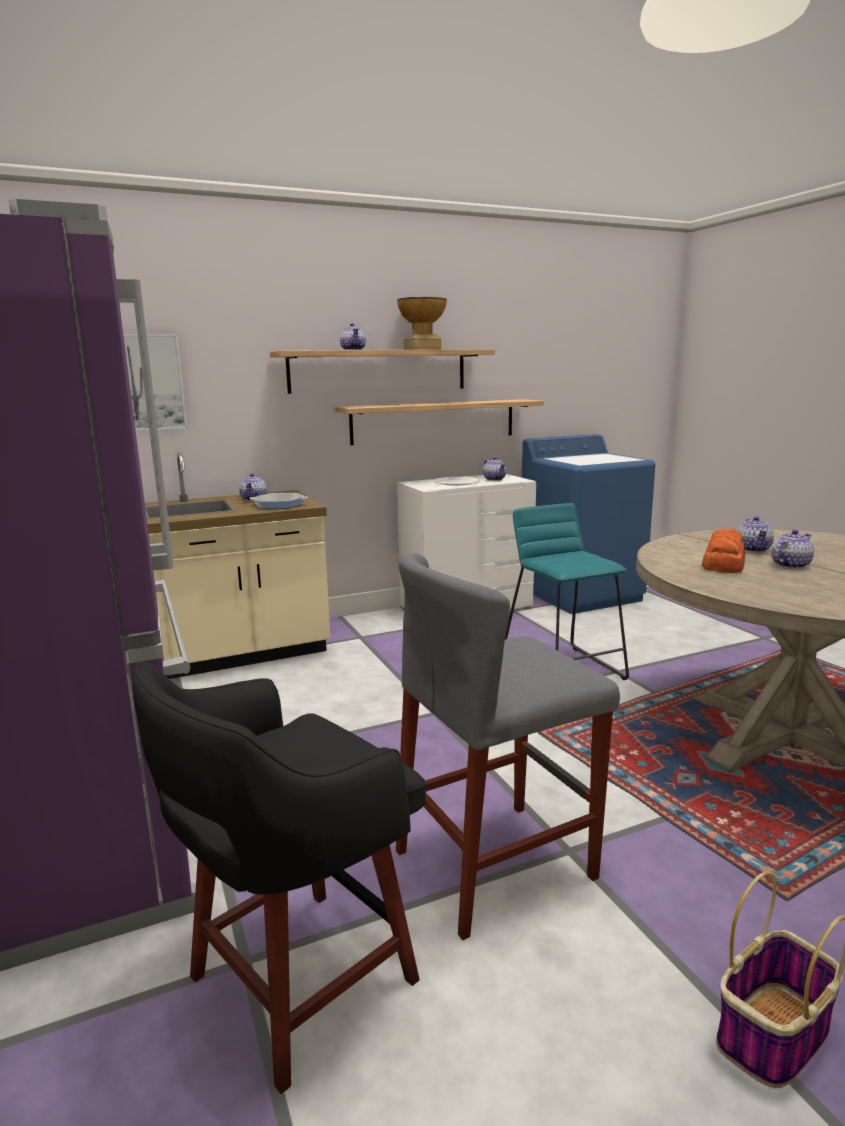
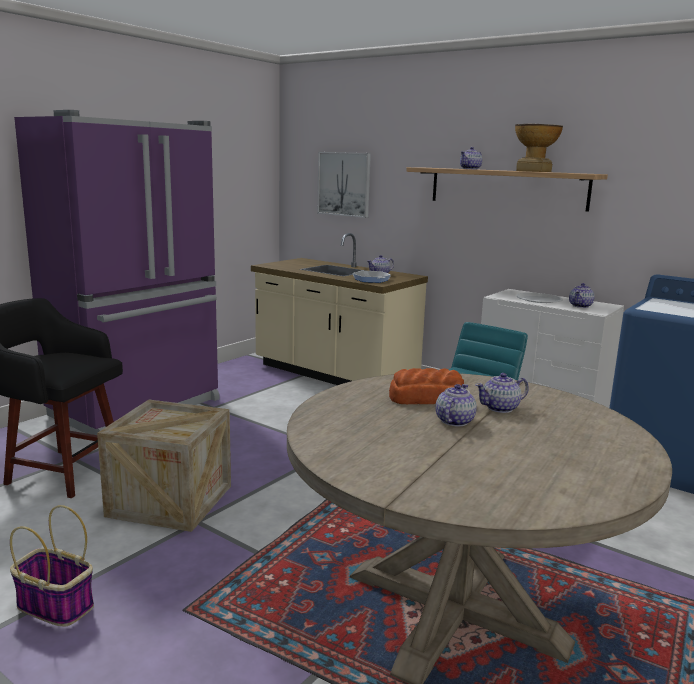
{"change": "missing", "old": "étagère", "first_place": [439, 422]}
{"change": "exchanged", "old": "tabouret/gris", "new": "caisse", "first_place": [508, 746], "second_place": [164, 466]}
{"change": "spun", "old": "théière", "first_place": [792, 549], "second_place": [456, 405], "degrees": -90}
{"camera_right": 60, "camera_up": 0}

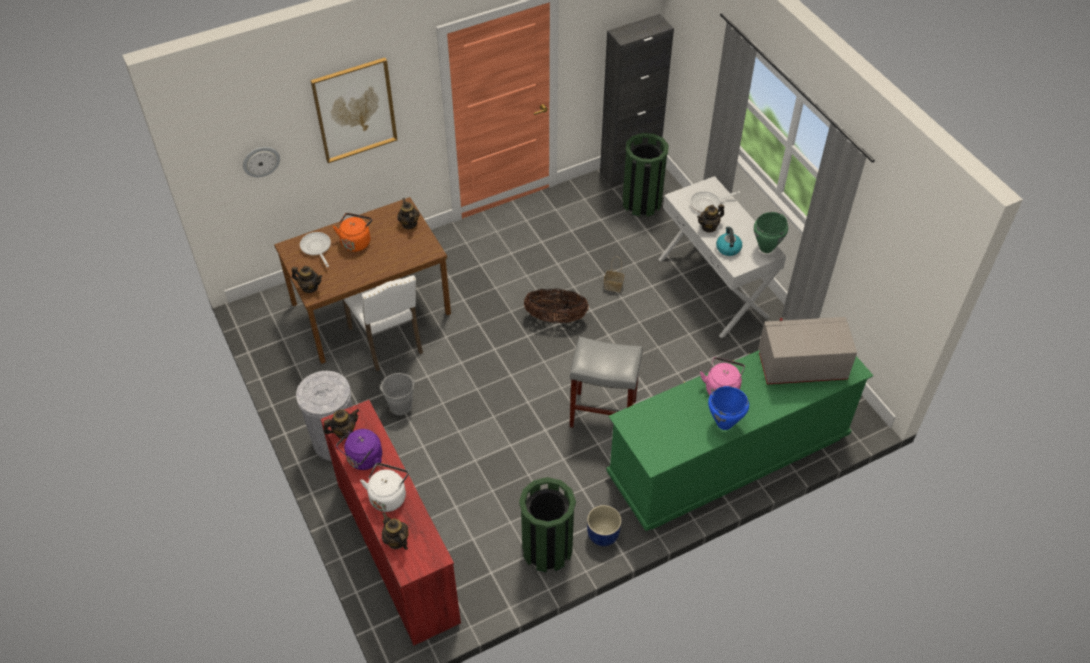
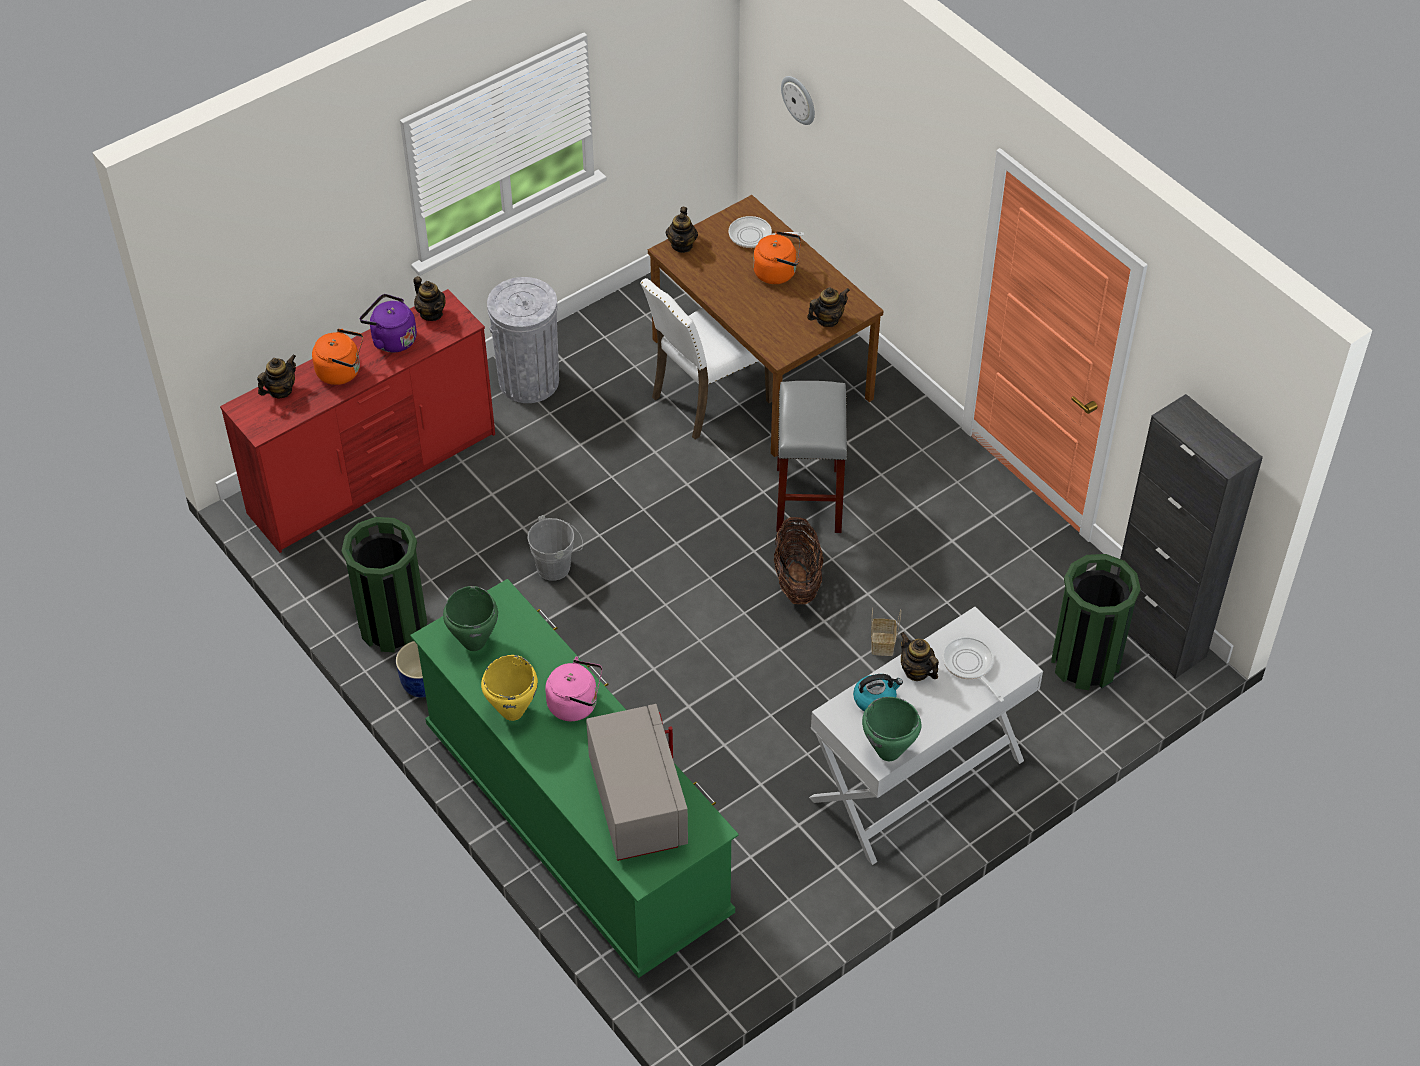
{"change": "spun", "old": "poêle", "first_place": [315, 249], "second_place": [766, 232], "degrees": -135}
{"change": "missing", "old": "tableau", "first_place": [353, 110]}
{"change": "colour", "old": "bouilloire/blanc", "new": "bouilloire/orange", "first_place": [384, 487], "second_place": [337, 357]}
{"change": "relocated", "old": "seau/gris", "first_place": [397, 394], "second_place": [555, 548]}
{"change": "relocated", "old": "tabouret/gris", "first_place": [606, 382], "second_place": [811, 457]}
{"change": "colour", "old": "marmite/bleu", "new": "marmite/jaune", "first_place": [728, 408], "second_place": [509, 688]}
{"change": "appeared", "new": "marmite/vert", "second_place": [470, 618]}
{"camera_right": 80, "camera_up": 0}

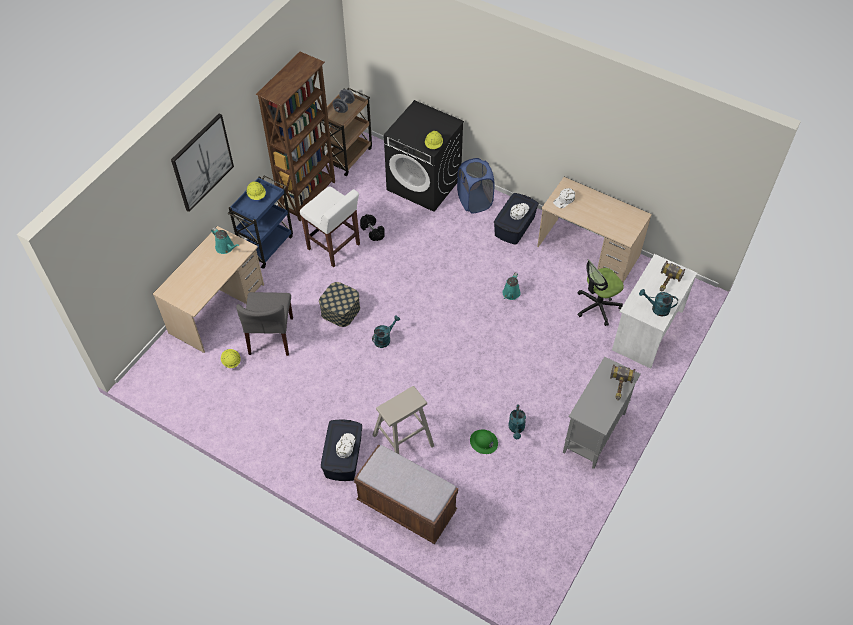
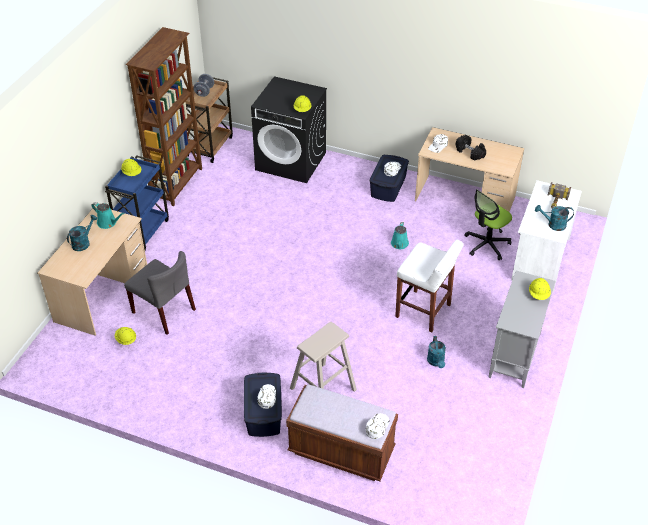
{"change": "missing", "old": "tableau", "first_place": [202, 162]}
{"change": "spun", "old": "chaise/gris", "first_place": [264, 324], "second_place": [160, 293], "degrees": -45}
{"change": "relocated", "old": "tabouret/blanc", "first_place": [330, 226], "second_place": [429, 286]}
{"change": "missing", "old": "boîte de rangement", "first_place": [339, 304]}
{"change": "relocated", "old": "haltère/noir", "first_place": [372, 227], "second_place": [471, 148]}
{"change": "relocated", "old": "arrosoir/turquoise", "first_place": [386, 331], "second_place": [82, 233]}
{"change": "missing", "old": "panier à linge/bleu", "first_place": [476, 186]}
{"change": "missing", "old": "casque de chantier/vert", "first_place": [484, 441]}
{"change": "exchanged", "old": "marteau", "new": "casque de chantier/jaune", "first_place": [622, 382], "second_place": [540, 289]}
{"change": "appeared", "new": "casquette/blanc", "second_place": [378, 426]}
{"camera_right": -10, "camera_up": -10}

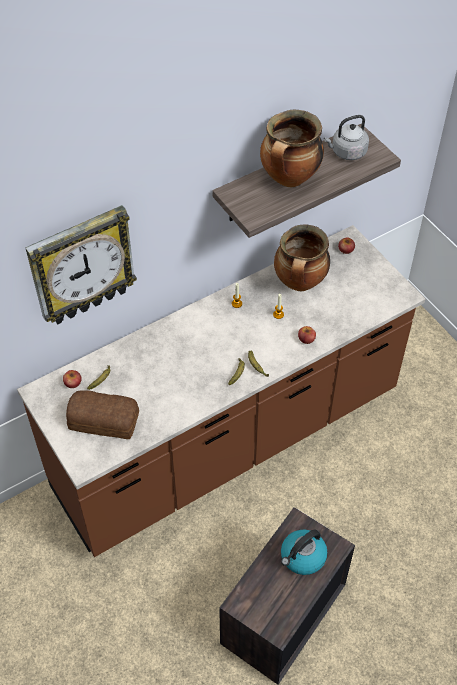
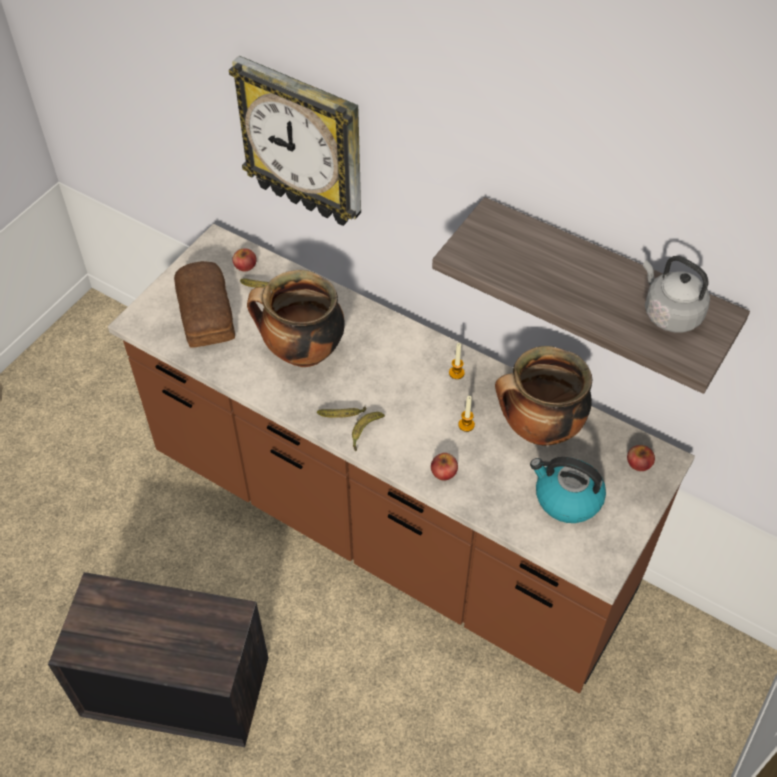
{"change": "relocated", "old": "marmite", "first_place": [292, 148], "second_place": [296, 318]}
{"change": "relocated", "old": "bouilloire", "first_place": [304, 552], "second_place": [568, 490]}
{"camera_right": 65, "camera_up": 0}

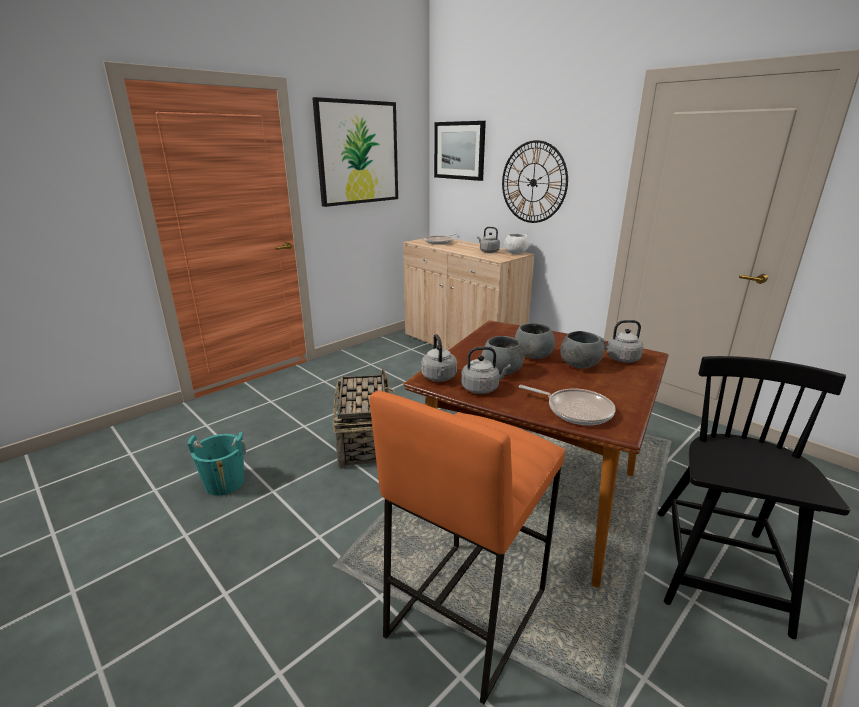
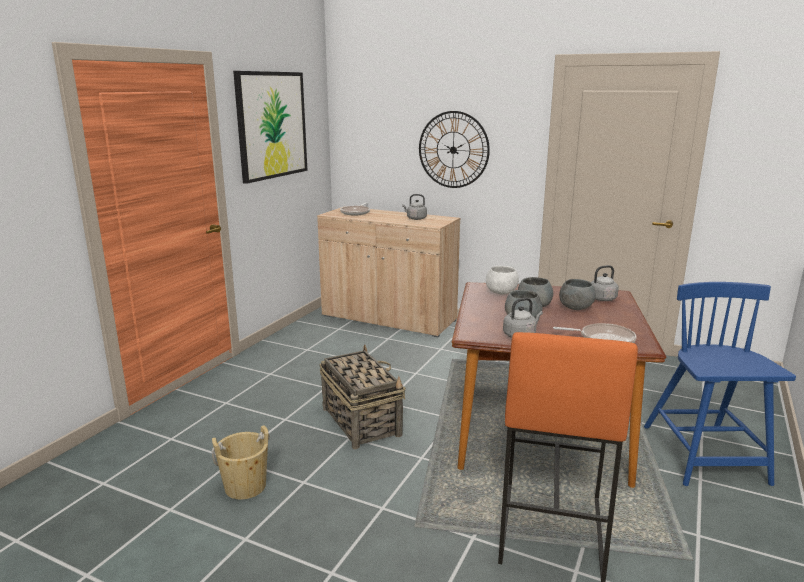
{"change": "colour", "old": "seau/turquoise", "new": "seau/beige", "first_place": [216, 464], "second_place": [241, 462]}
{"change": "missing", "old": "bouilloire/gris", "first_place": [439, 358]}
{"change": "missing", "old": "tableau", "first_place": [460, 151]}
{"change": "relocated", "old": "bol/blanc", "first_place": [516, 243], "second_place": [502, 280]}
{"change": "colour", "old": "chaise/noir", "new": "chaise/bleu", "first_place": [753, 497], "second_place": [720, 384]}
{"camera_right": -20, "camera_up": -5}

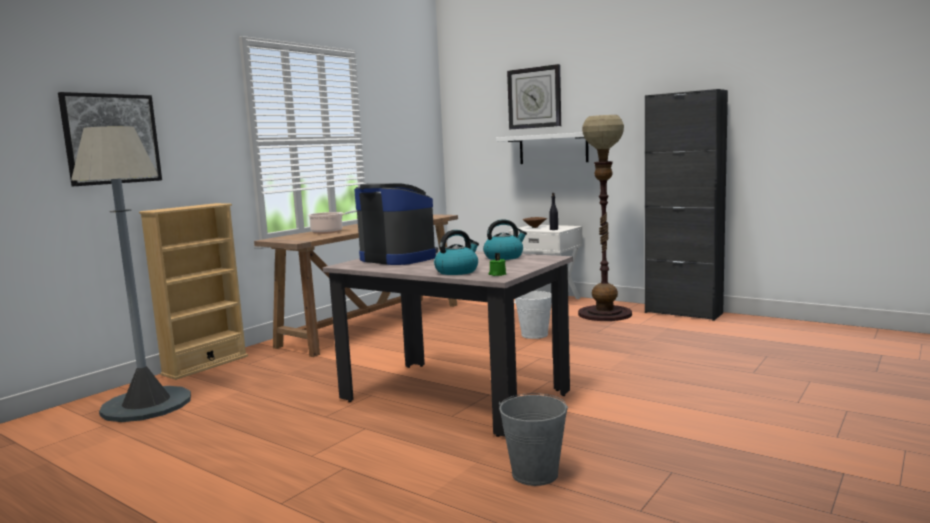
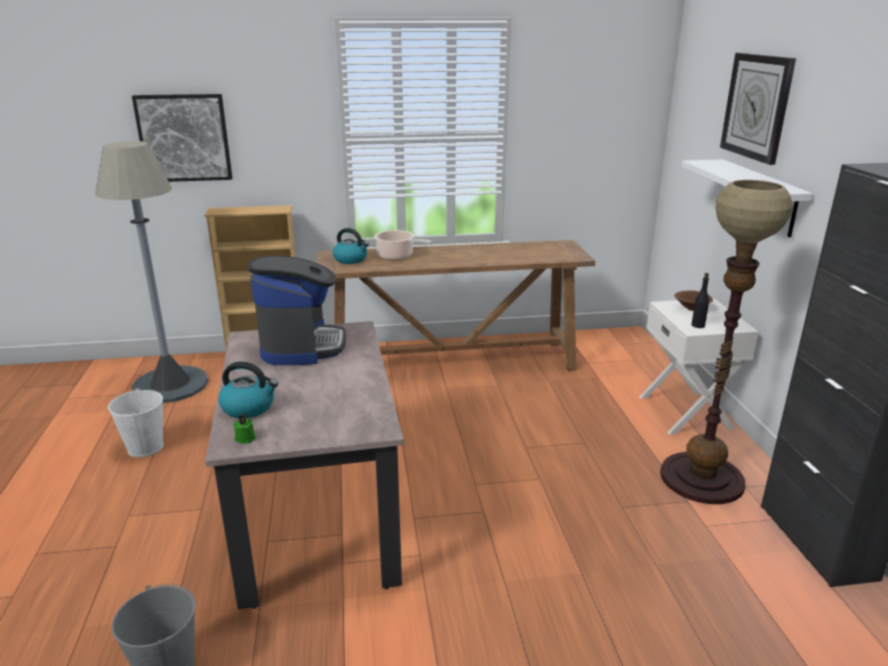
{"change": "relocated", "old": "bouilloire", "first_place": [505, 239], "second_place": [351, 246]}
{"change": "relocated", "old": "seau/blanc", "first_place": [533, 315], "second_place": [136, 423]}
{"camera_right": 45, "camera_up": 15}

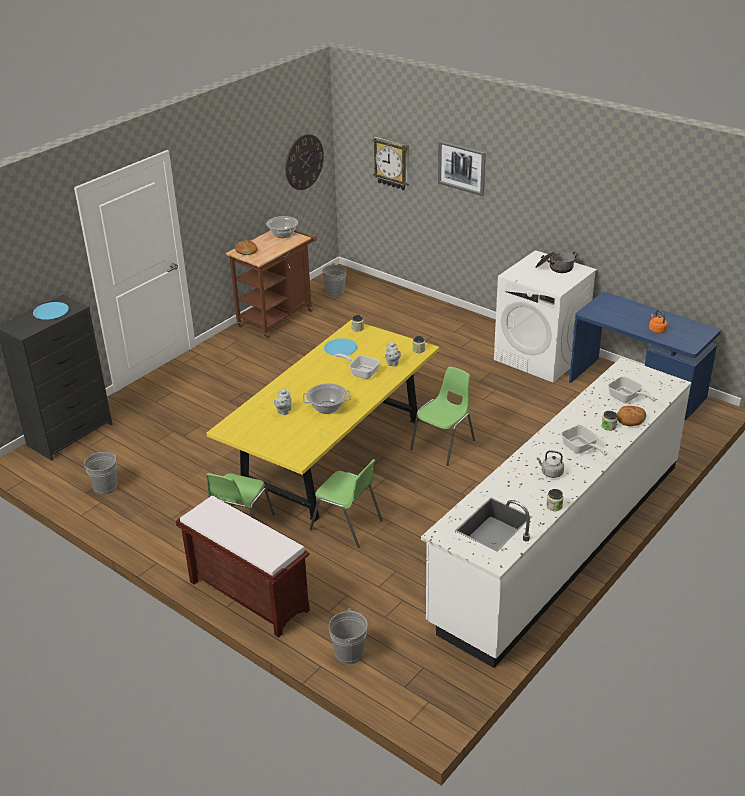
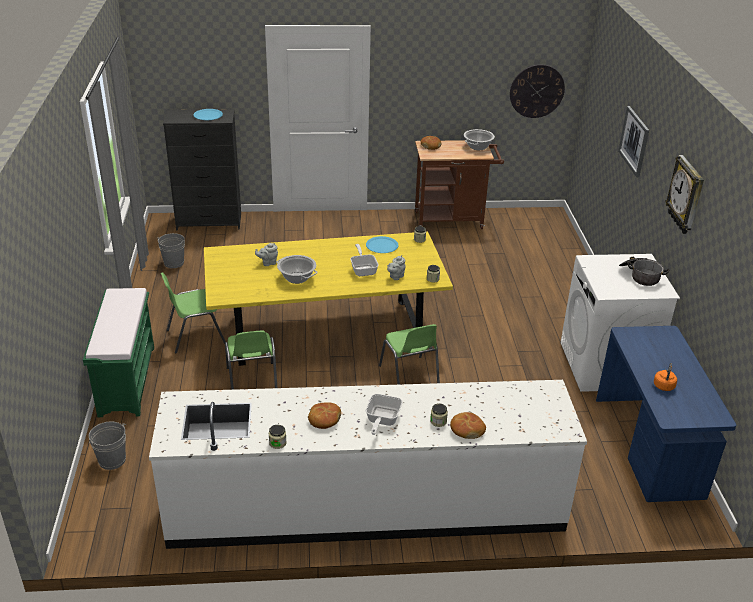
{"change": "colour", "old": "banc/marron", "new": "banc/vert", "first_place": [243, 567], "second_place": [118, 352]}
{"change": "missing", "old": "seau/gris", "first_place": [334, 280]}
{"change": "relocated", "old": "horloge murale", "first_place": [391, 163], "second_place": [684, 194]}
{"change": "spun", "old": "chaise/vert", "first_place": [442, 416], "second_place": [409, 354], "degrees": 75}
{"change": "exchanged", "old": "bouilloire/gris", "new": "pain", "first_place": [550, 464], "second_place": [324, 415]}
{"change": "missing", "old": "poêle", "first_place": [632, 390]}
{"camera_right": 45, "camera_up": 0}

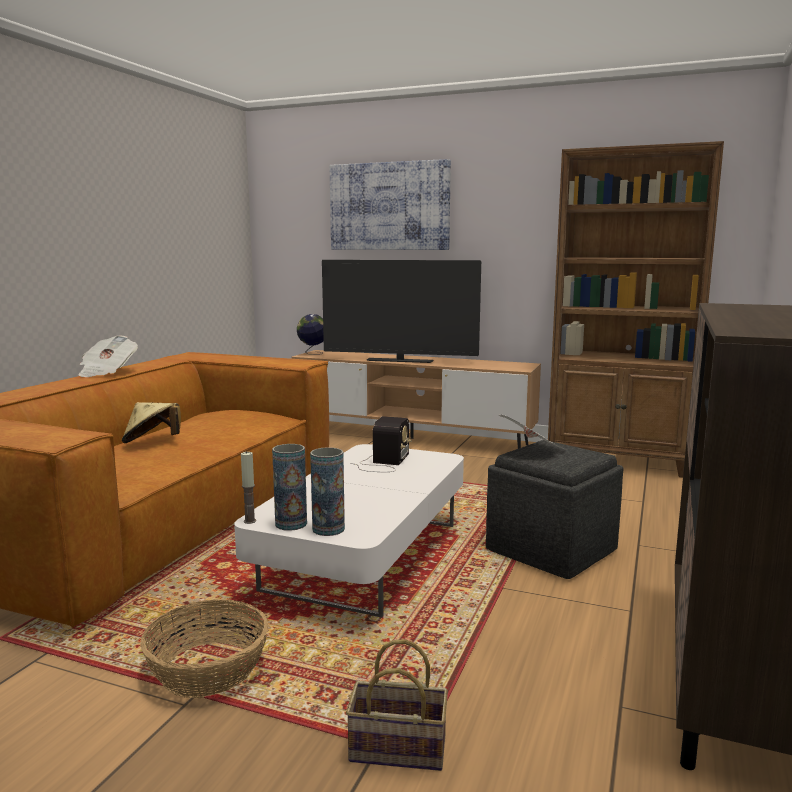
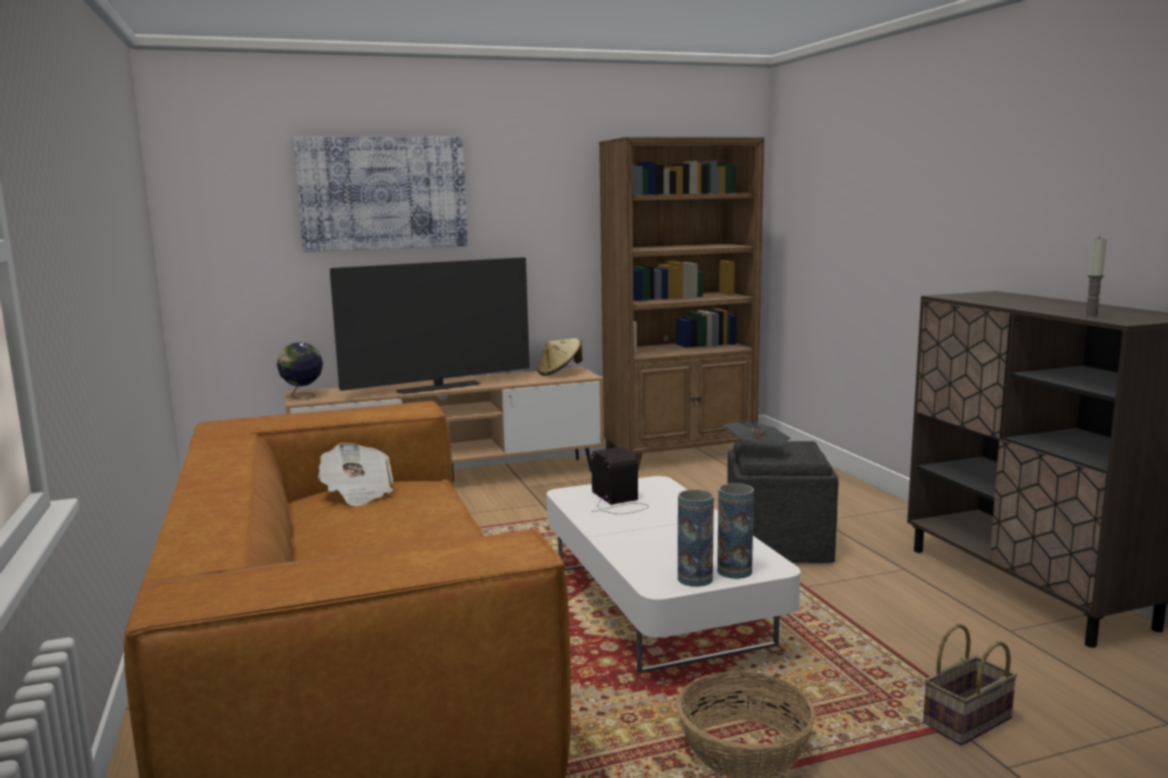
{"change": "relocated", "old": "journal", "first_place": [108, 356], "second_place": [355, 474]}
{"change": "relocated", "old": "chapeau/beige", "first_place": [151, 422], "second_place": [559, 357]}
{"change": "relocated", "old": "bougie", "first_place": [248, 487], "second_place": [1095, 276]}
{"camera_right": -40, "camera_up": 0}

